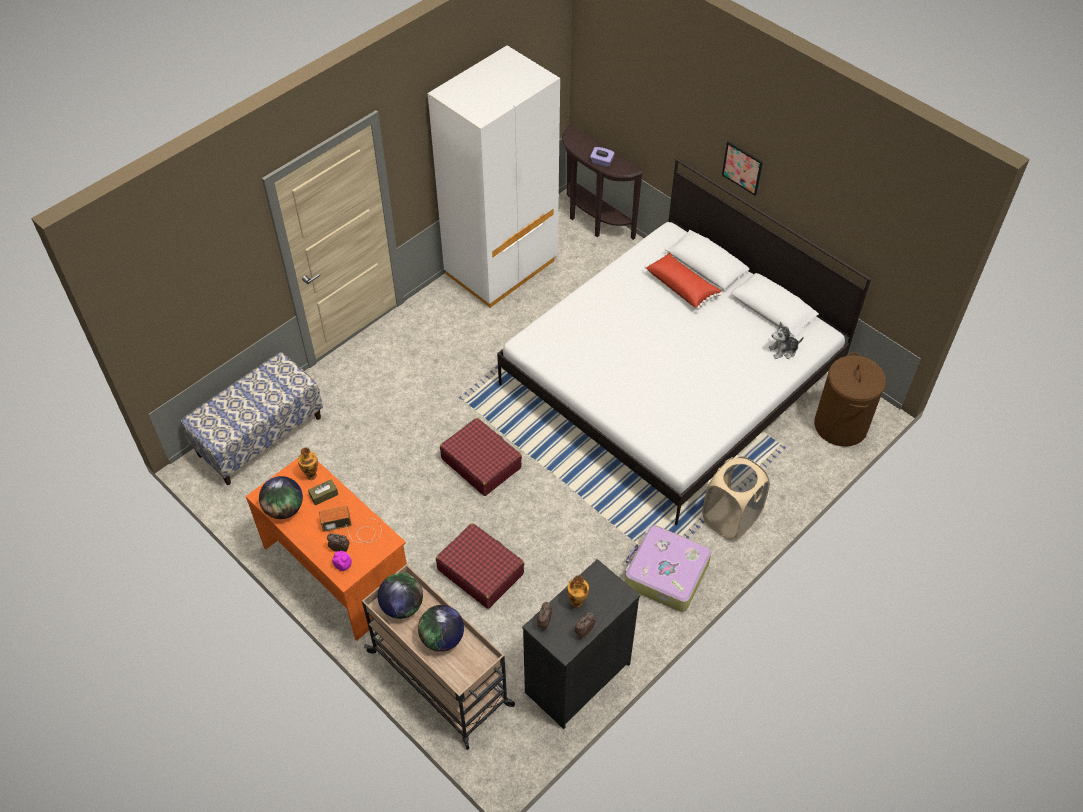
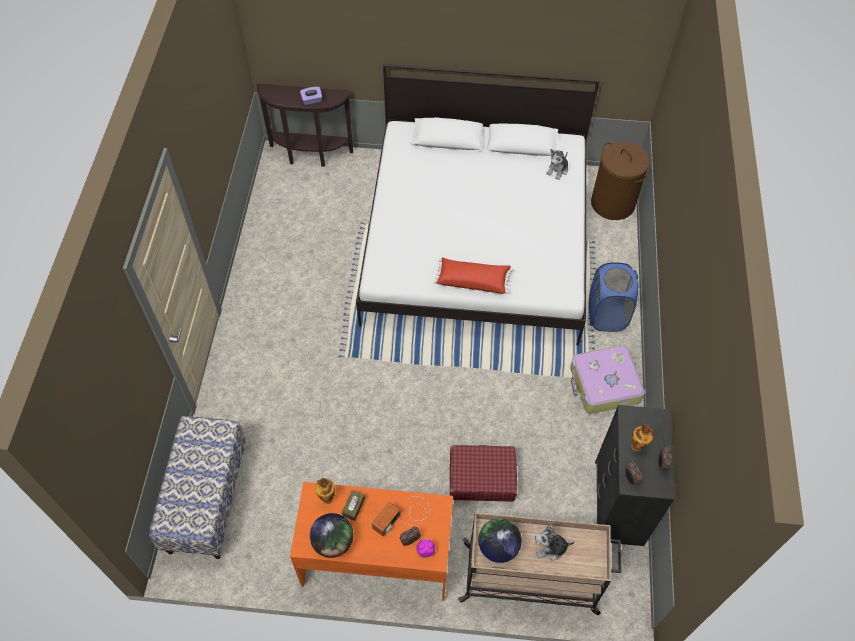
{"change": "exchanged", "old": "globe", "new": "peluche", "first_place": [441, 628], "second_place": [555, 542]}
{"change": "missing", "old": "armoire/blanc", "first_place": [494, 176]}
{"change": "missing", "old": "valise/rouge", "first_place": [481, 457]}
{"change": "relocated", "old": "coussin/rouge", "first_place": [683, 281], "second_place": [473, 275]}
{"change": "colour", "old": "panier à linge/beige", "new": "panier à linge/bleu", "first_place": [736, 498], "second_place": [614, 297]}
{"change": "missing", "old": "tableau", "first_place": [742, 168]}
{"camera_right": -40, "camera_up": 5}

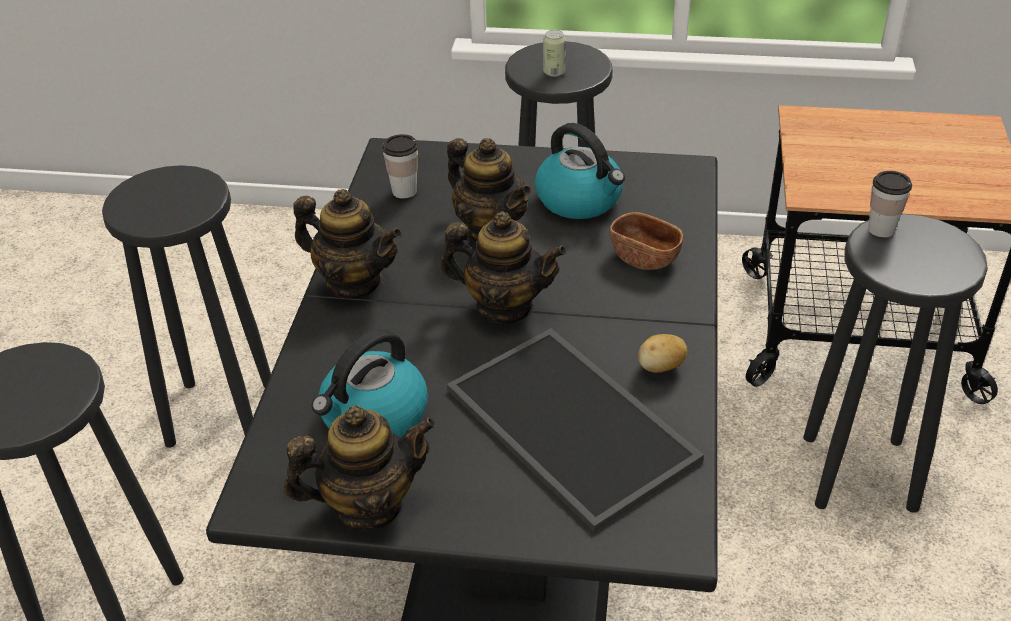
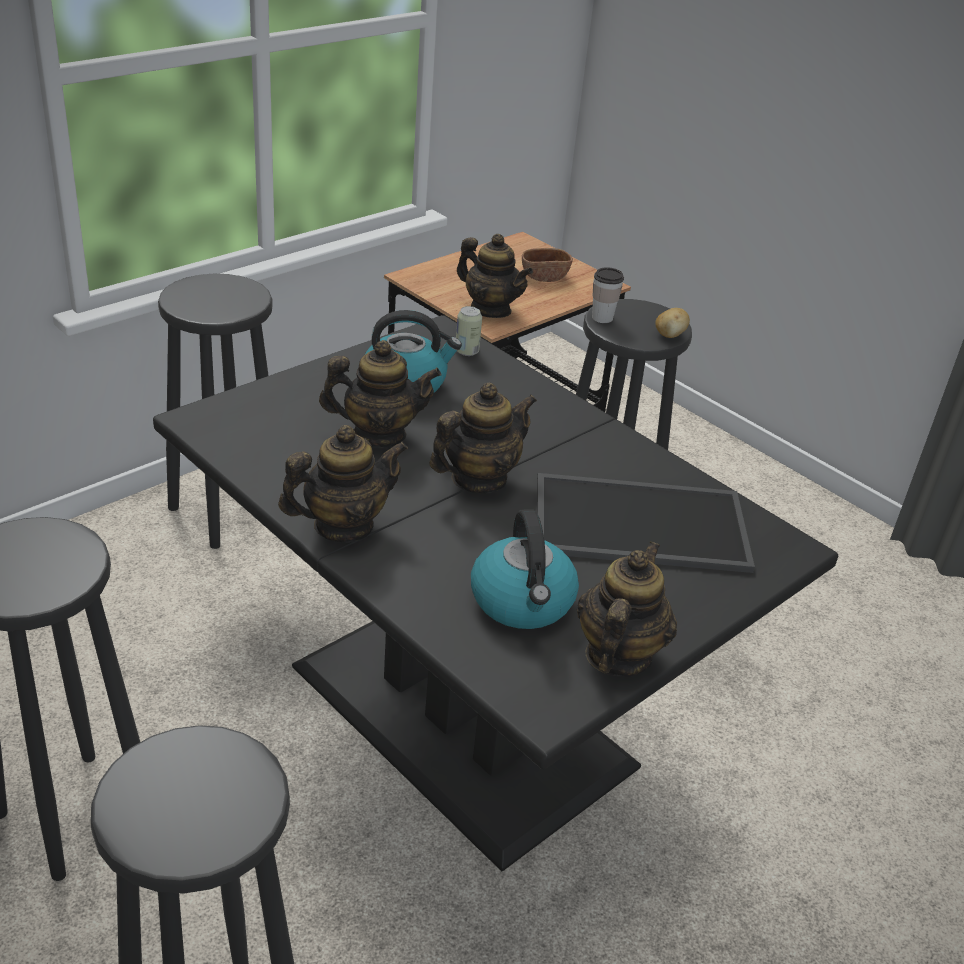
{"change": "missing", "old": "tasse", "first_place": [400, 166]}
{"change": "relocated", "old": "boîte métallique", "first_place": [554, 53], "second_place": [469, 331]}
{"change": "relocated", "old": "bol/marron", "first_place": [646, 241], "second_place": [547, 265]}
{"change": "relocated", "old": "pomme de terre", "first_place": [662, 353], "second_place": [672, 323]}
{"change": "appeared", "new": "théière", "second_place": [495, 276]}
{"camera_right": -55, "camera_up": -5}

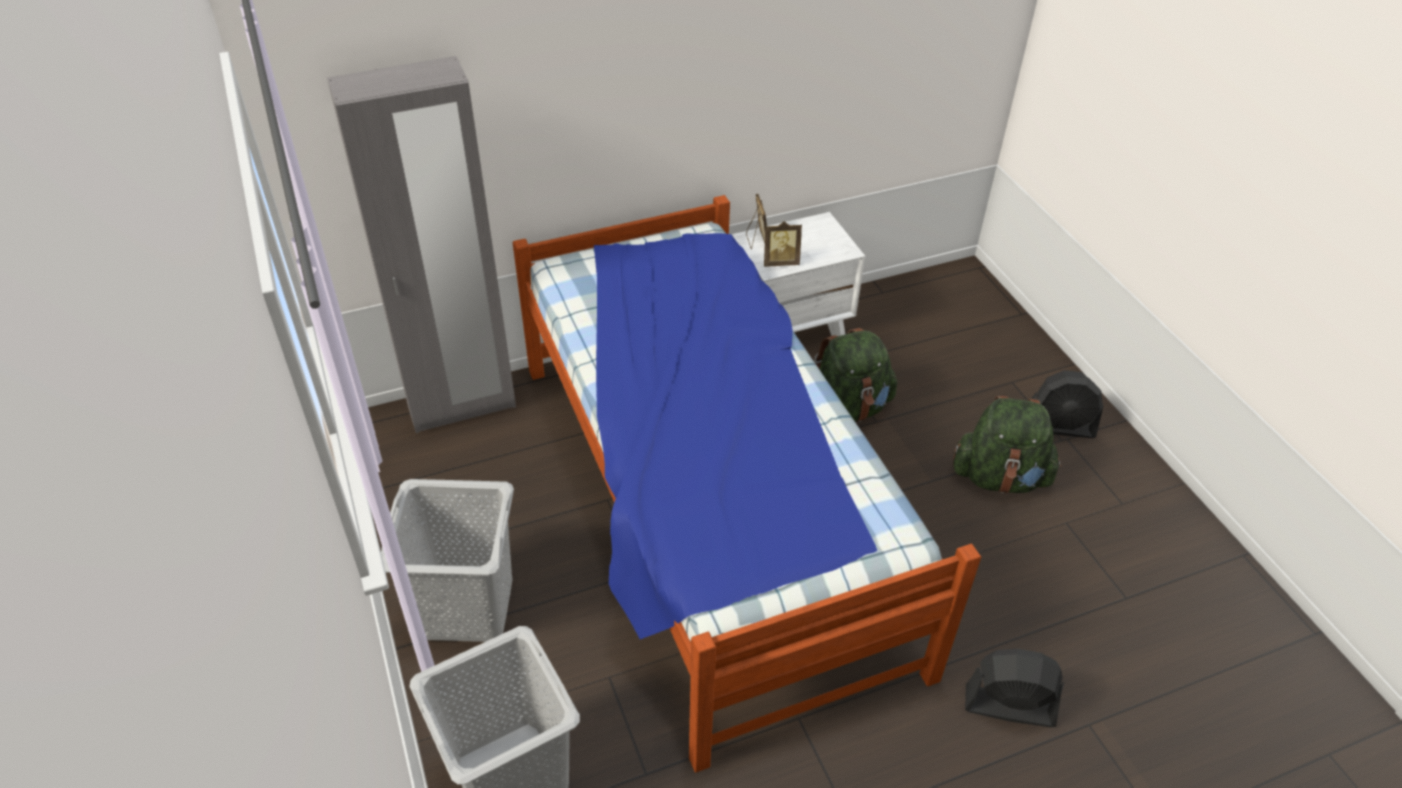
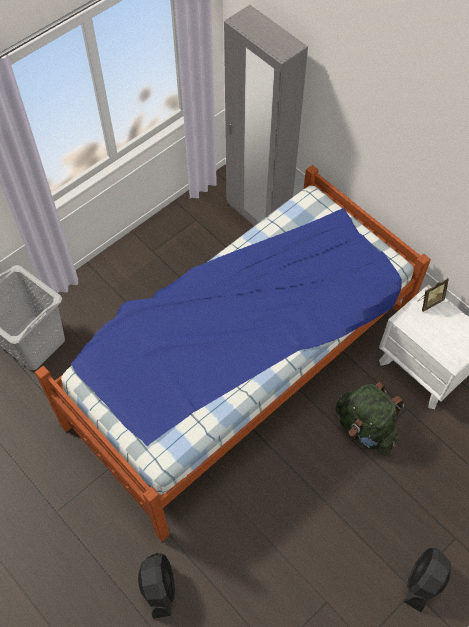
{"change": "missing", "old": "panier à linge/gris", "first_place": [447, 560]}
{"change": "missing", "old": "cadre photo", "first_place": [783, 244]}
{"change": "missing", "old": "sac à dos/vert", "first_place": [1007, 444]}
{"change": "spun", "old": "ventilateur/noir", "first_place": [1067, 404], "second_place": [427, 580], "degrees": 45}
{"camera_right": 70, "camera_up": 15}

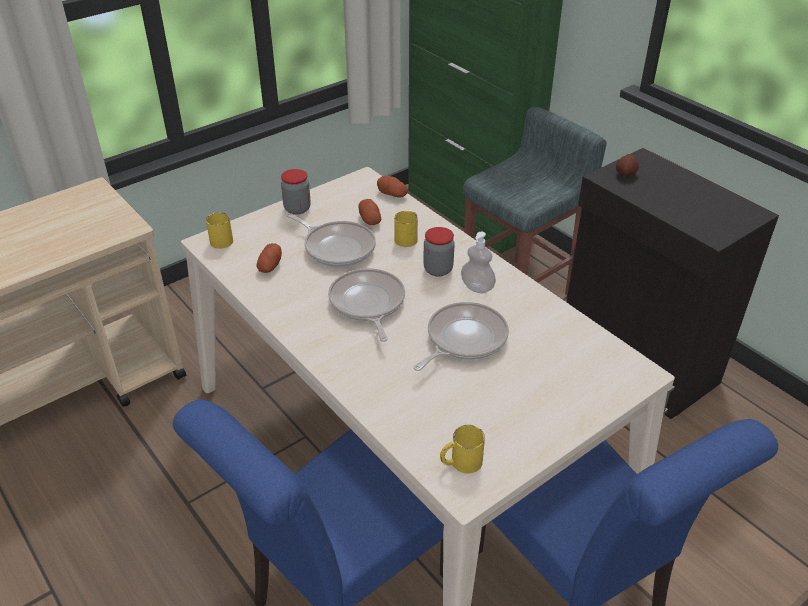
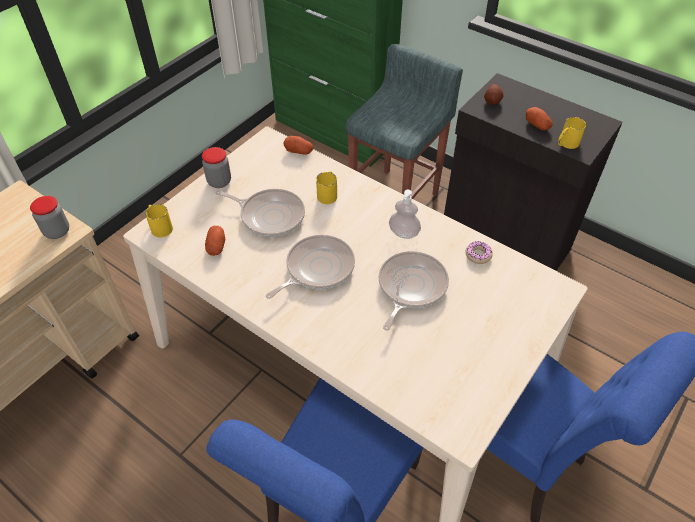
{"change": "spun", "old": "poêle", "first_place": [366, 305], "second_place": [310, 267], "degrees": 75}
{"change": "relocated", "old": "pomme de terre", "first_place": [369, 212], "second_place": [539, 118]}
{"change": "relocated", "old": "bocal", "first_place": [439, 252], "second_place": [49, 217]}
{"change": "relocated", "old": "mug/jaune", "first_place": [462, 449], "second_place": [572, 133]}
{"change": "appeared", "new": "beignet", "second_place": [479, 252]}
{"camera_right": -15, "camera_up": 10}

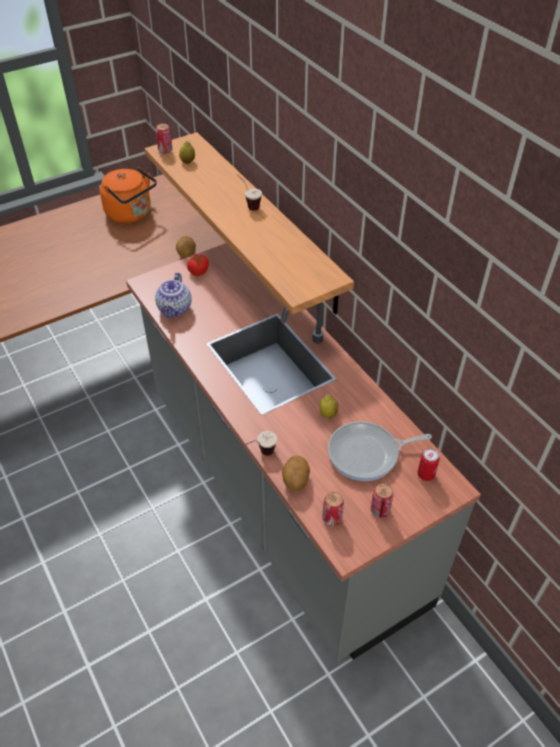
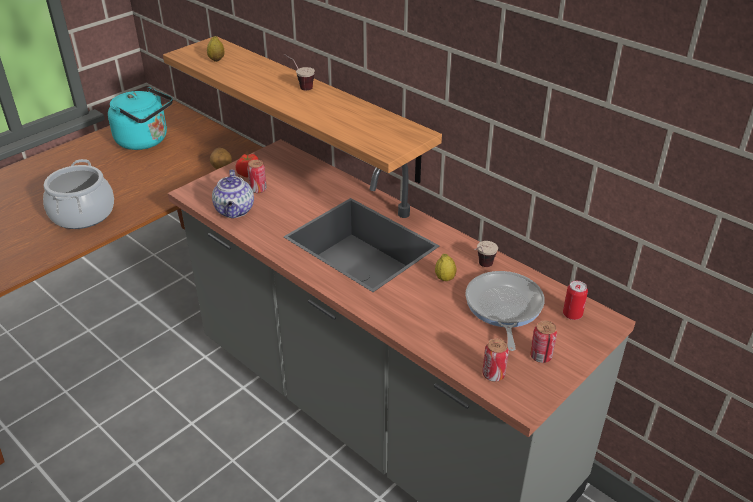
{"change": "colour", "old": "bouilloire/orange", "new": "bouilloire/turquoise", "first_place": [128, 195], "second_place": [140, 118]}
{"change": "relocated", "old": "boîte métallique", "first_place": [164, 139], "second_place": [257, 176]}
{"change": "relocated", "old": "tasse", "first_place": [261, 443], "second_place": [486, 254]}
{"change": "missing", "old": "pomme de terre", "first_place": [296, 473]}
{"change": "spun", "old": "poêle", "first_place": [380, 451], "second_place": [505, 311], "degrees": 120}
{"change": "appeared", "new": "marmite", "second_place": [78, 194]}
{"camera_right": -15, "camera_up": -10}

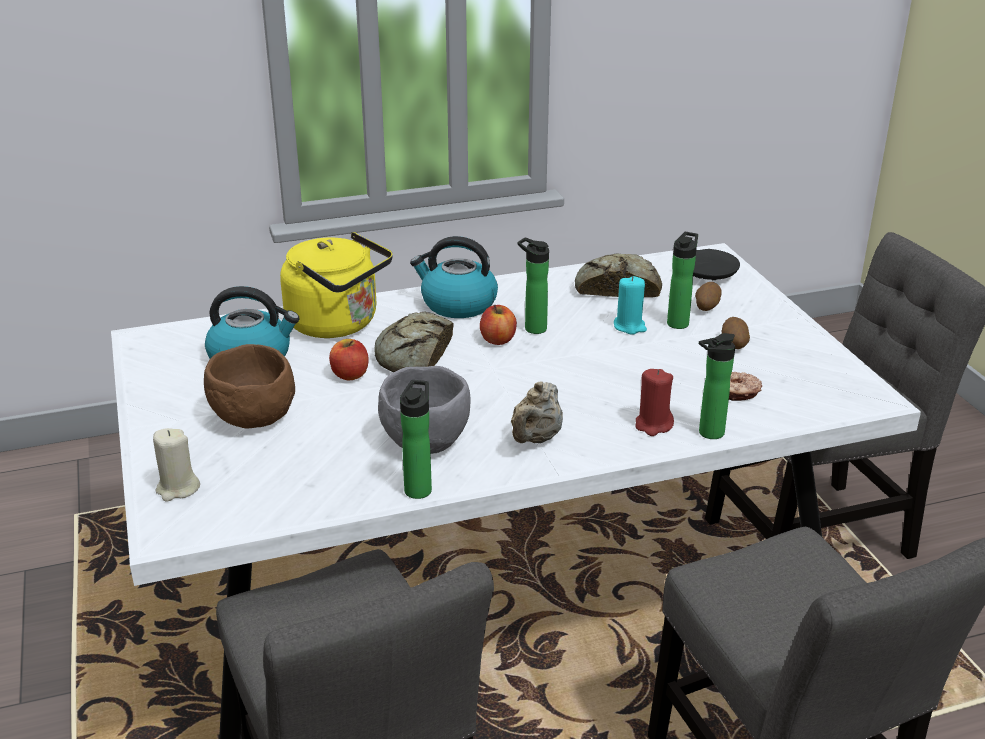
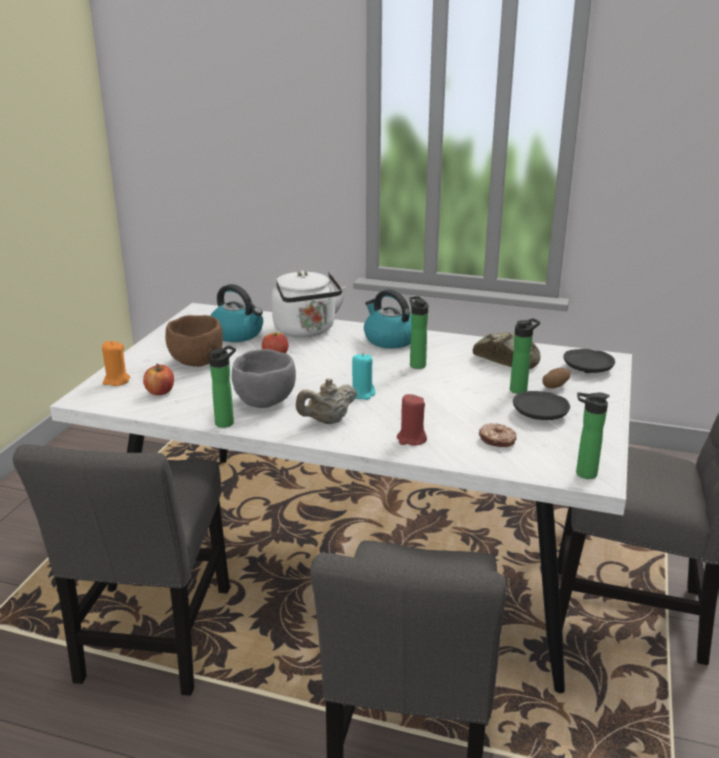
{"change": "colour", "old": "bougie/beige", "new": "bougie/orange", "first_place": [176, 465], "second_place": [116, 363]}
{"change": "colour", "old": "bouilloire/jaune", "new": "bouilloire/blanc", "first_place": [336, 285], "second_place": [308, 304]}
{"change": "missing", "old": "pain", "first_place": [414, 341]}
{"change": "relocated", "old": "pomme", "first_place": [498, 325], "second_place": [158, 379]}
{"change": "relocated", "old": "bougie/turquoise", "first_place": [630, 305], "second_place": [364, 376]}
{"change": "relocated", "old": "bouteille", "first_place": [717, 386], "second_place": [593, 435]}
{"change": "exchanged", "old": "pomme de terre", "new": "assiette/noir", "first_place": [736, 333], "second_place": [541, 405]}
{"camera_right": 35, "camera_up": -5}

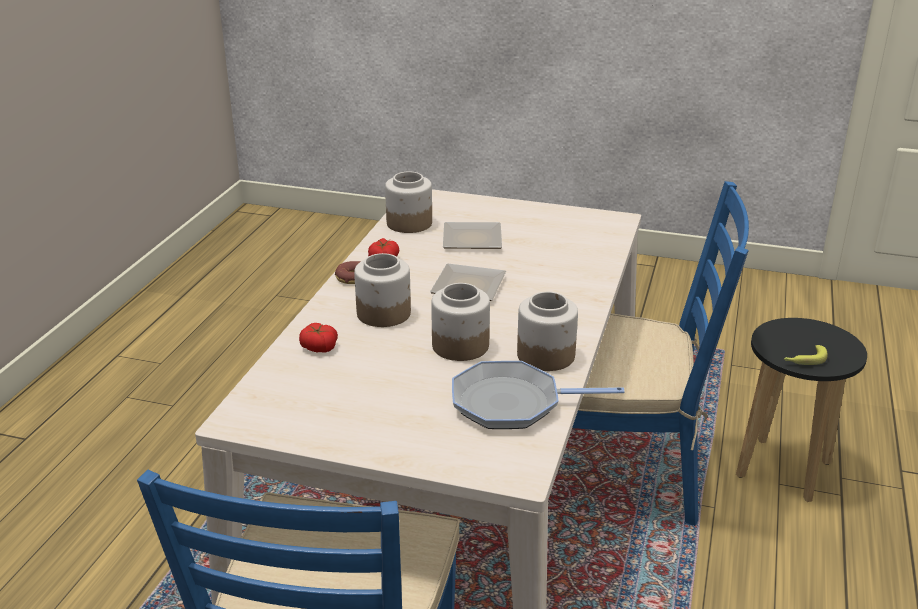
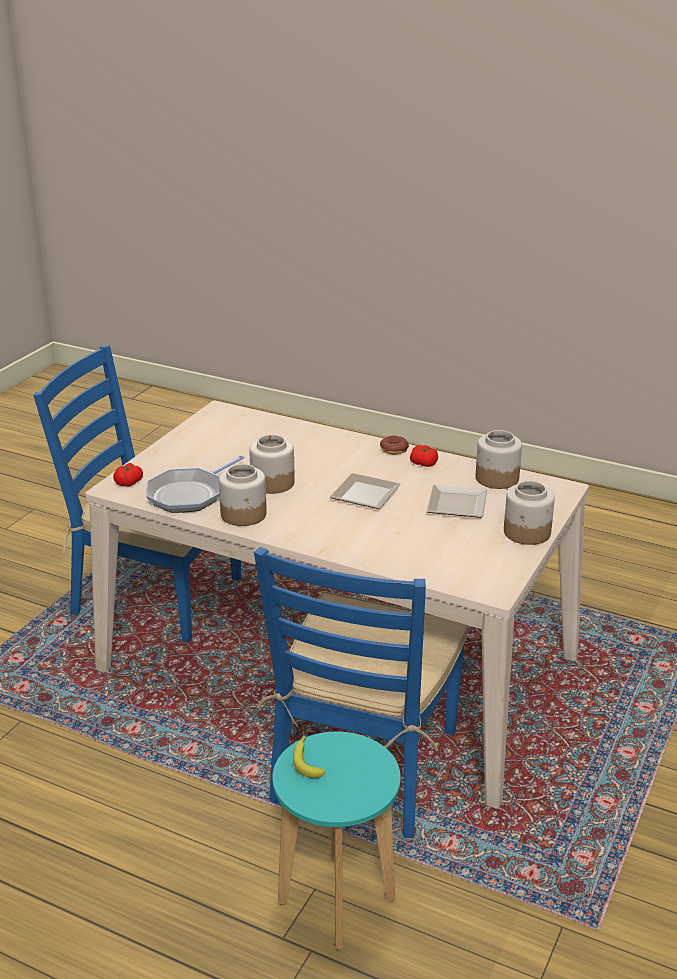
{"change": "relocated", "old": "tomate", "first_place": [318, 338], "second_place": [128, 475]}
{"change": "relocated", "old": "bocal", "first_place": [382, 290], "second_place": [529, 513]}
{"change": "spun", "old": "poêle", "first_place": [538, 395], "second_place": [195, 484], "degrees": -150}
{"change": "colour", "old": "tabouret/noir", "new": "tabouret/turquoise", "first_place": [801, 410], "second_place": [336, 840]}
{"camera_right": 100, "camera_up": 0}

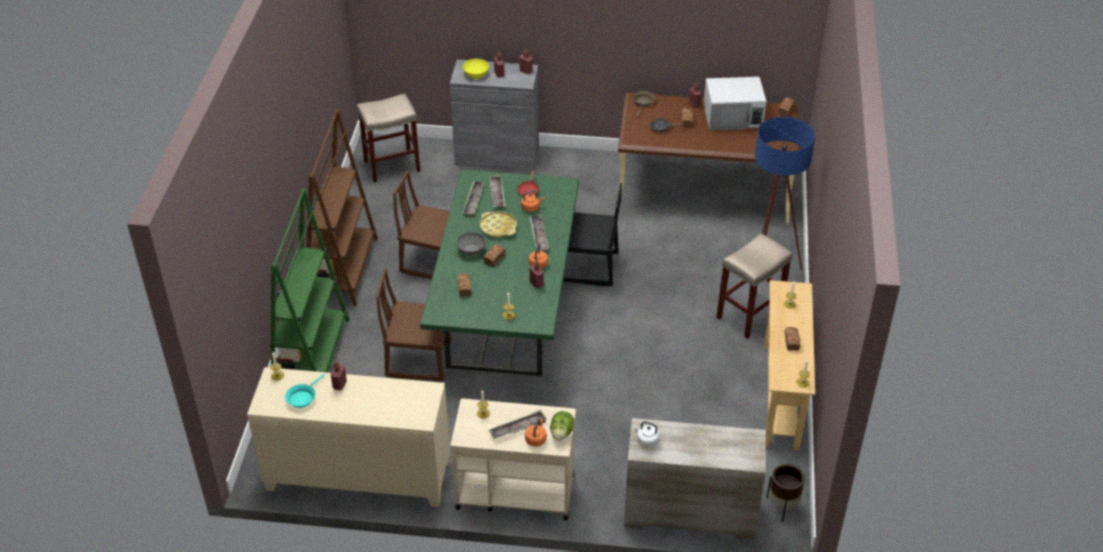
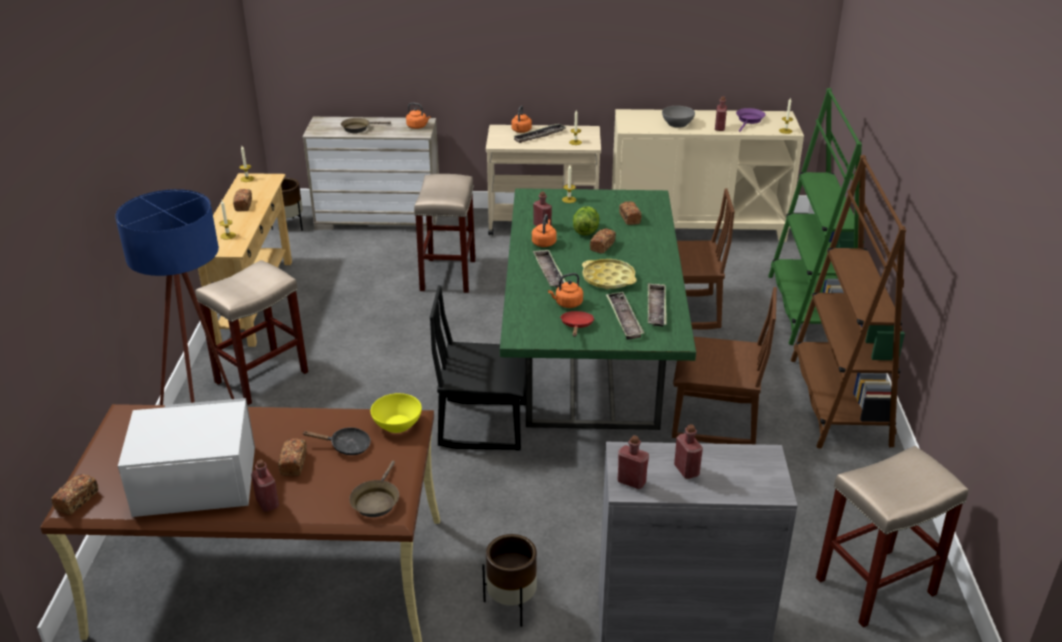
{"change": "colour", "old": "poêle/turquoise", "new": "poêle/violet", "first_place": [305, 391], "second_place": [750, 120]}
{"change": "relocated", "old": "bol/gris", "first_place": [471, 244], "second_place": [678, 117]}
{"change": "relocated", "old": "bol/jaune", "first_place": [476, 69], "second_place": [396, 413]}
{"change": "relocated", "old": "laitue", "first_place": [562, 426], "second_place": [586, 221]}
{"change": "colour", "old": "bouilloire/blanc", "new": "bouilloire/orange", "first_place": [646, 434], "second_place": [418, 116]}
{"change": "appeared", "new": "poêle/marron", "second_place": [366, 125]}
{"change": "appeared", "new": "tabouret/beige", "second_place": [445, 233]}
{"change": "appeared", "new": "cache-pot/marron", "second_place": [509, 580]}
{"camera_right": 175, "camera_up": -10}

